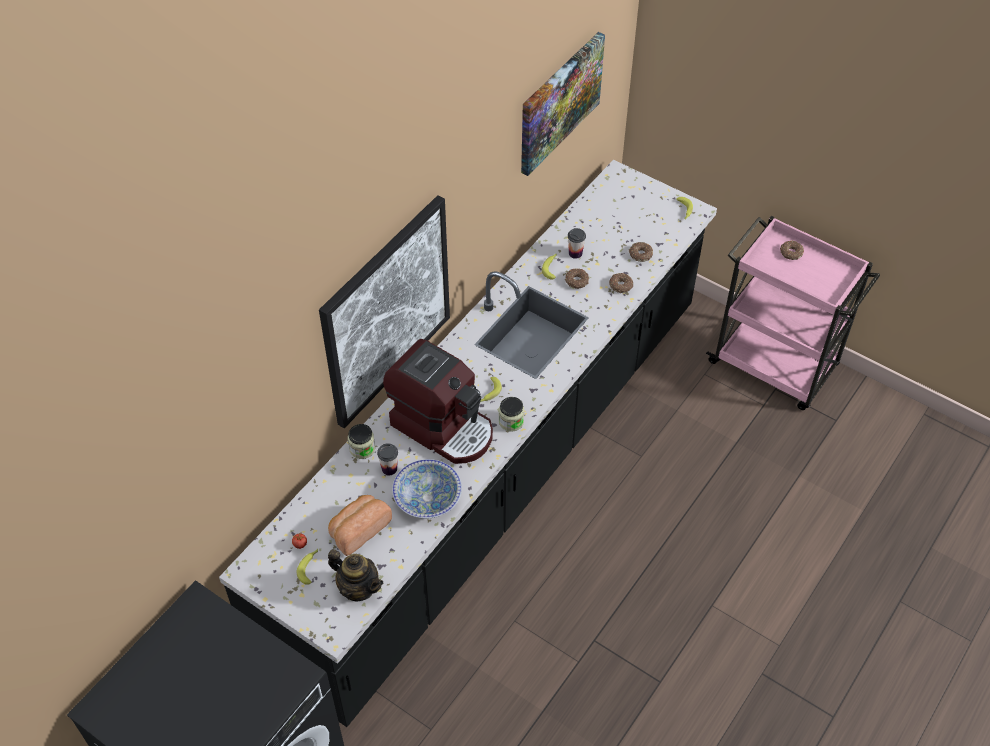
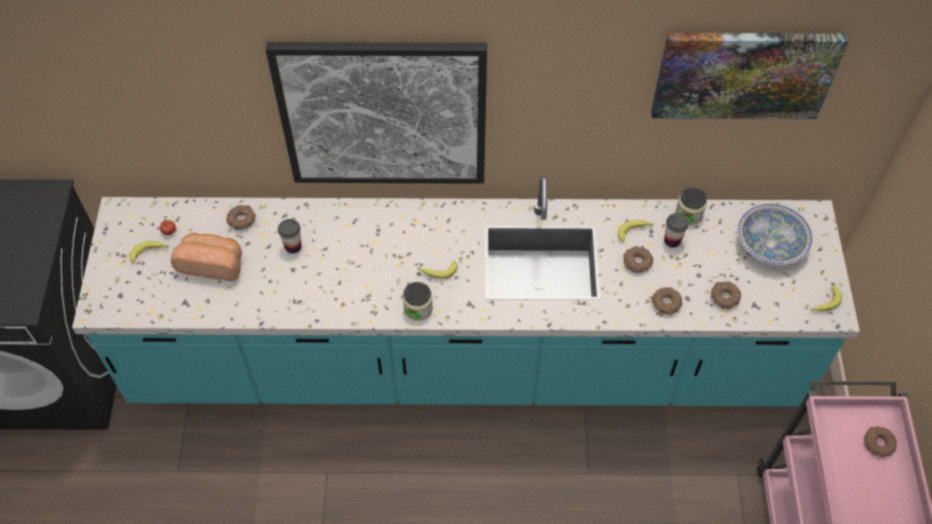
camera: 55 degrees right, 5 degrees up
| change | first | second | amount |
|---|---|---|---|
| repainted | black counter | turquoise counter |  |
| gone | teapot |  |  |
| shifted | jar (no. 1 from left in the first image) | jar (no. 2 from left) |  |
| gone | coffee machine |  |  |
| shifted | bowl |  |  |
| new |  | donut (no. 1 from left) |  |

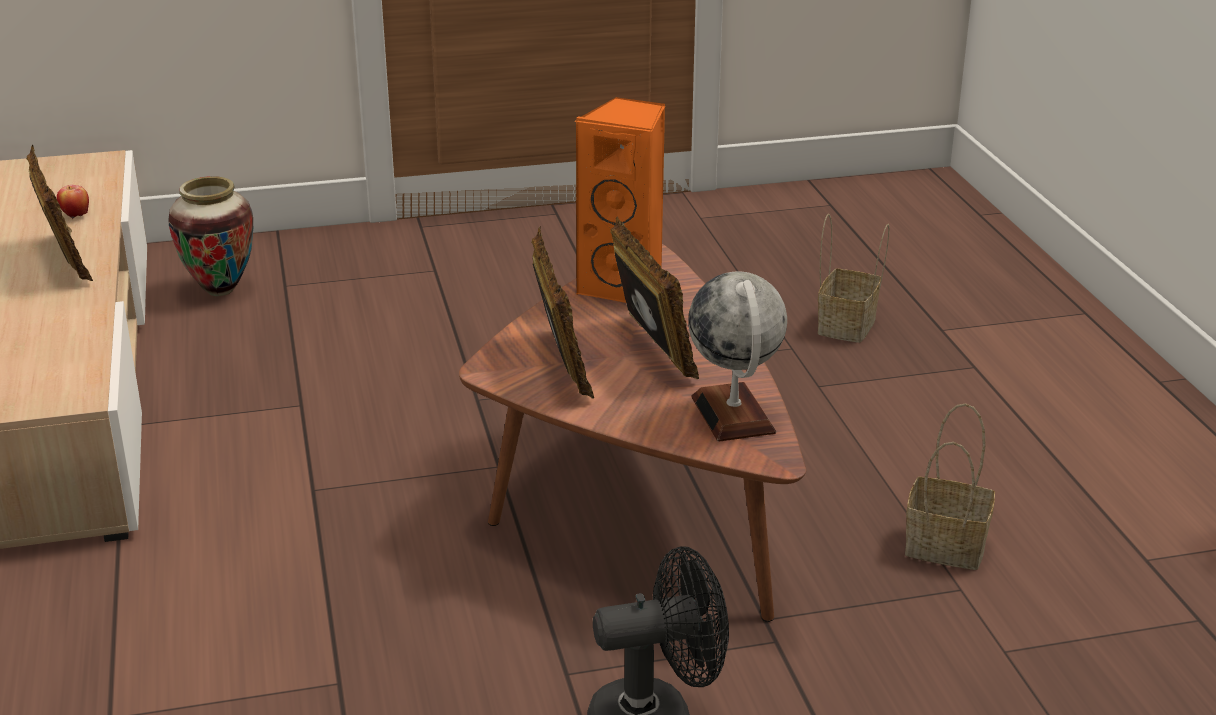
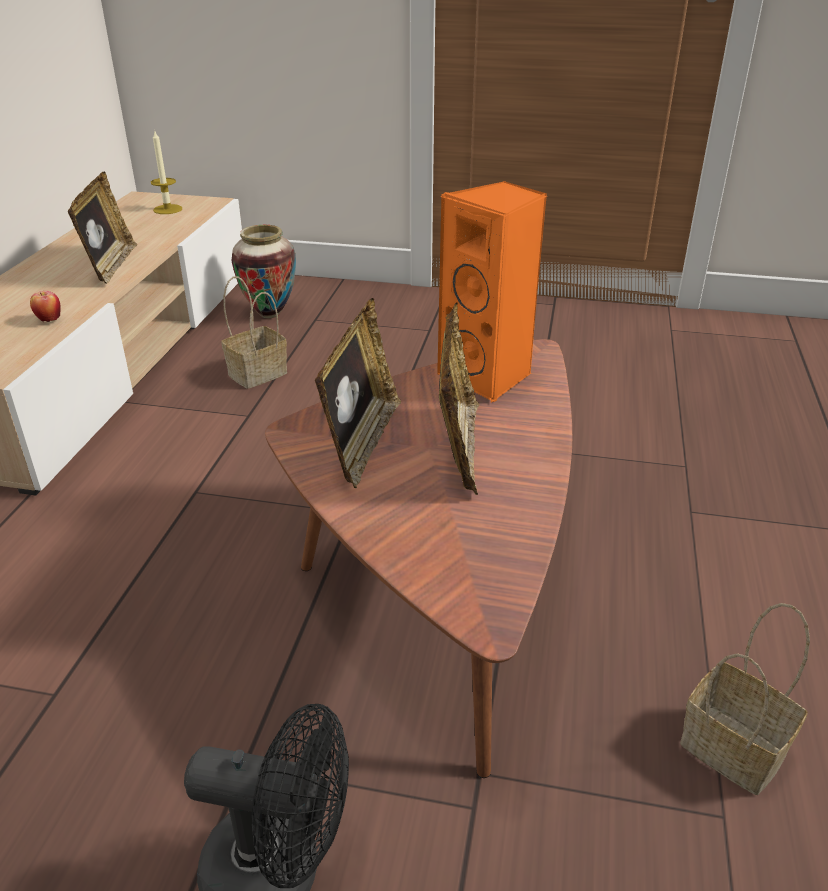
camera: 25 degrees right, 5 degrees up
| change | first | second | amount |
|---|---|---|---|
| shifted | apple |  |  |
| gone | globe |  |  |
| shifted | basket (no. 1 from left) |  |  |
| new |  | candle |  |

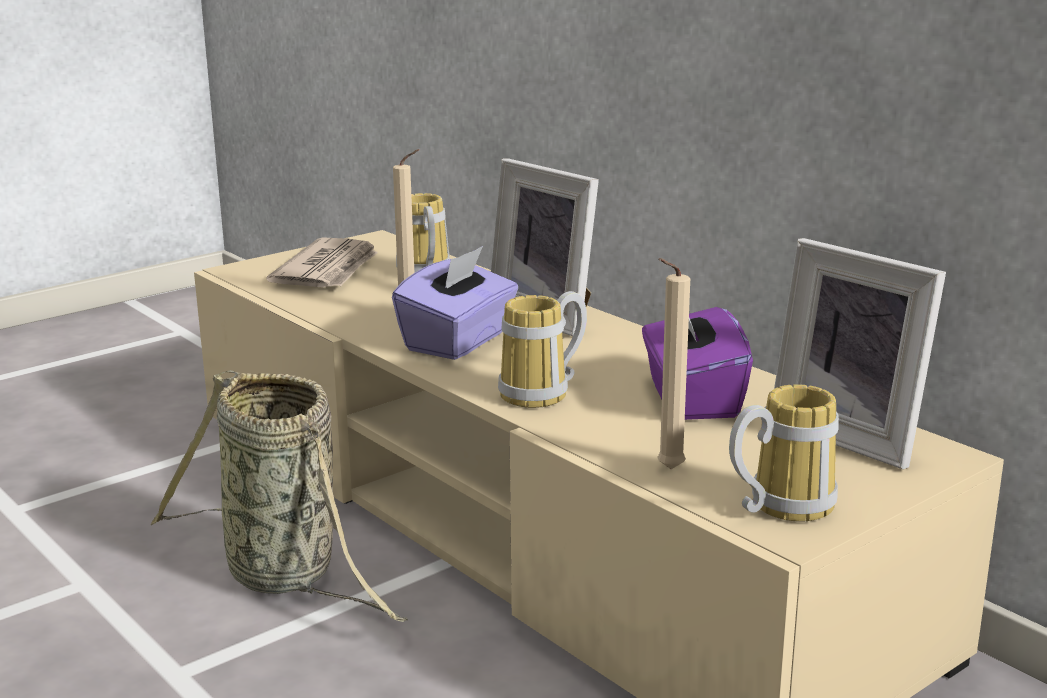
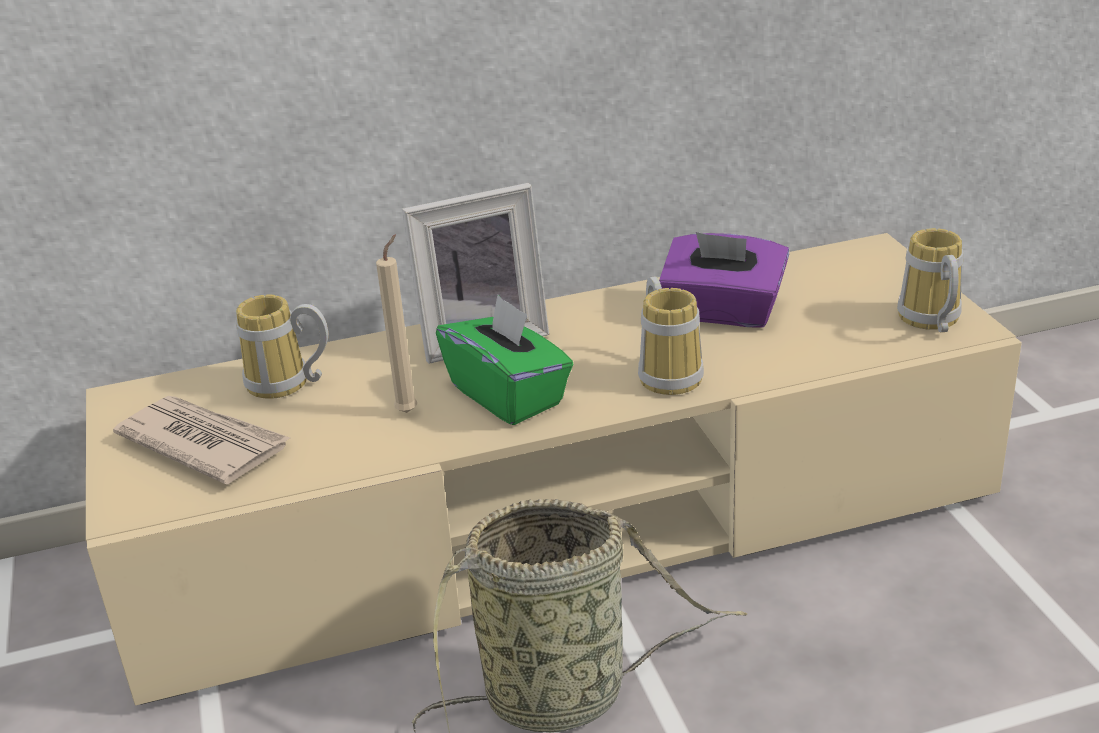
camera: 65 degrees left, 10 degrees up
| change | first | second | amount |
|---|---|---|---|
| repainted | purple tissue box (no. 1 from left) | green tissue box |  |
| gone | beige candle (no. 2 from left) |  |  |
| gone | picture frame (no. 2 from left) |  |  |

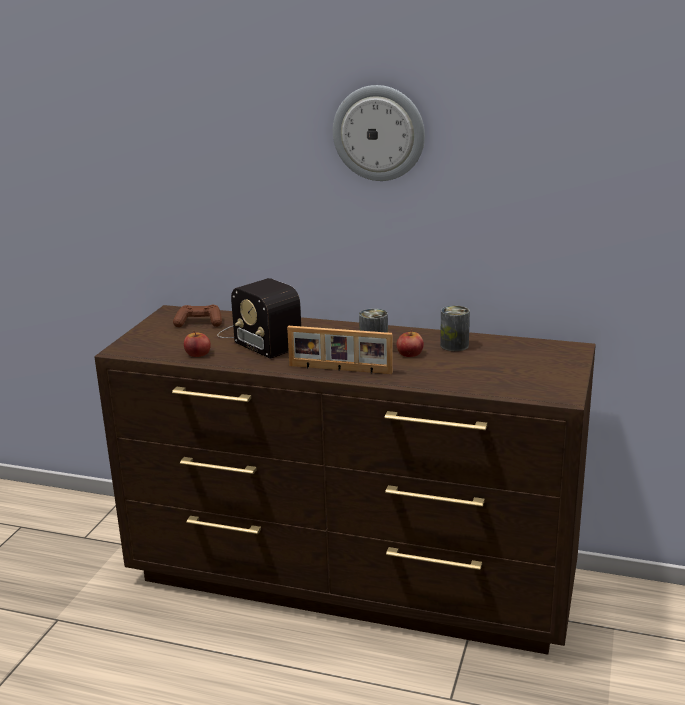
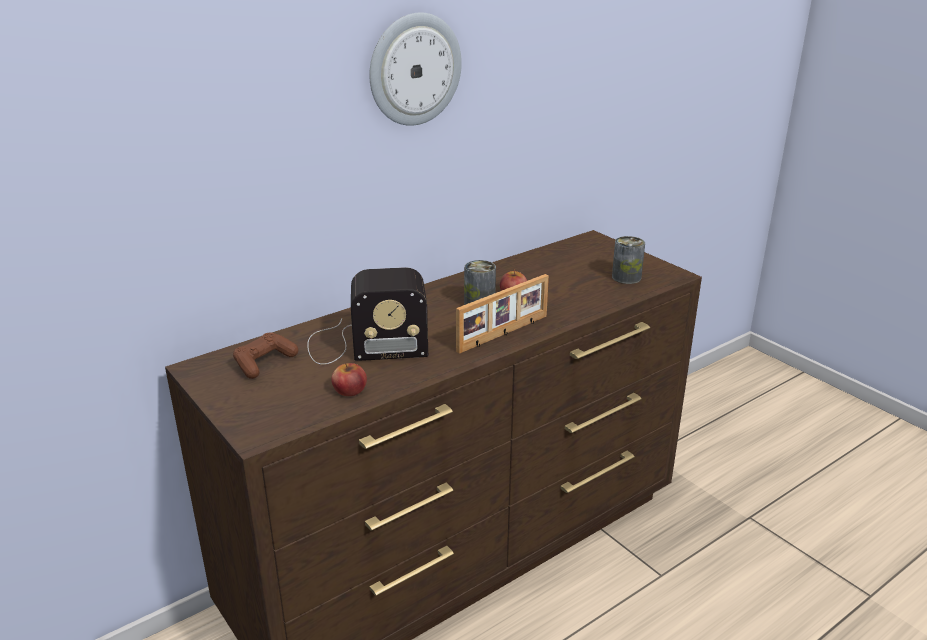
camera: 55 degrees left, 5 degrees up
| change | first | second | amount |
|---|---|---|---|
| shifted | can (no. 2 from left) |  |  |

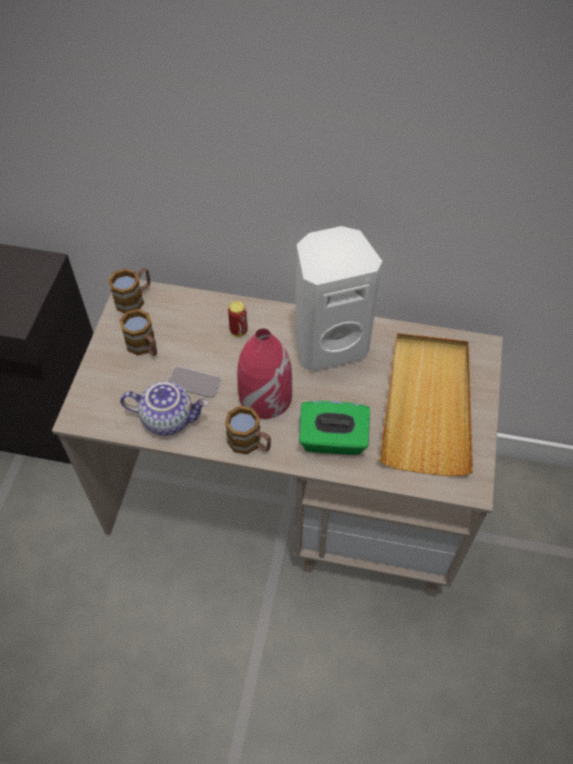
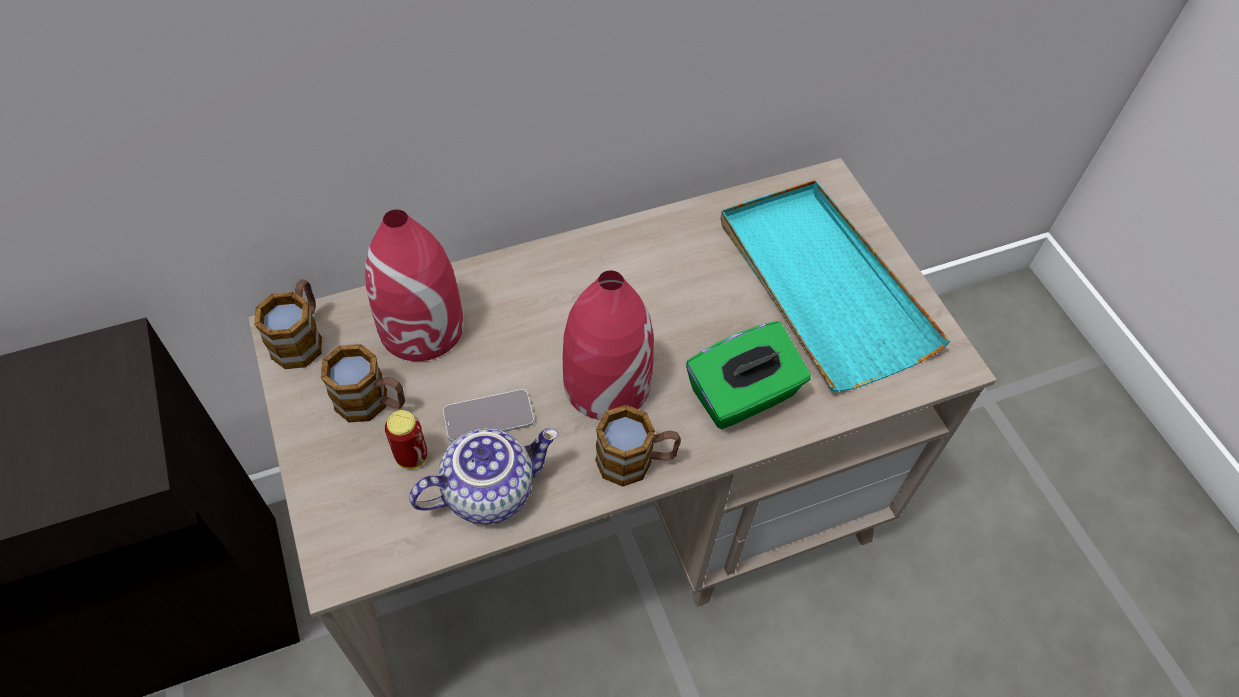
camera: 35 degrees left, 0 degrees up
| change | first | second | amount |
|---|---|---|---|
| shifted | can |  |  |
| gone | white speaker |  |  |
| repainted | beige tray | turquoise tray |  |
| new |  | red vase (no. 1 from left) |  |

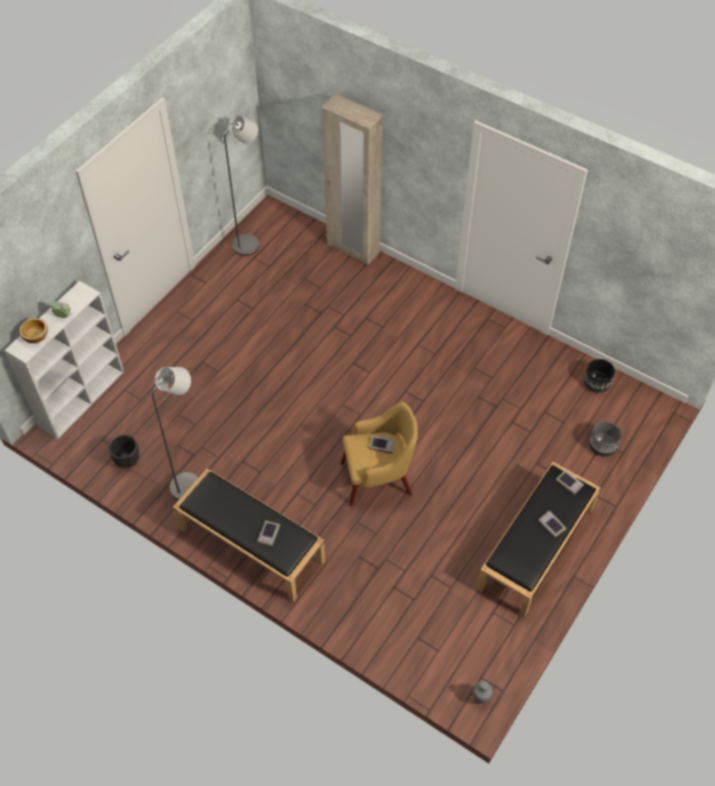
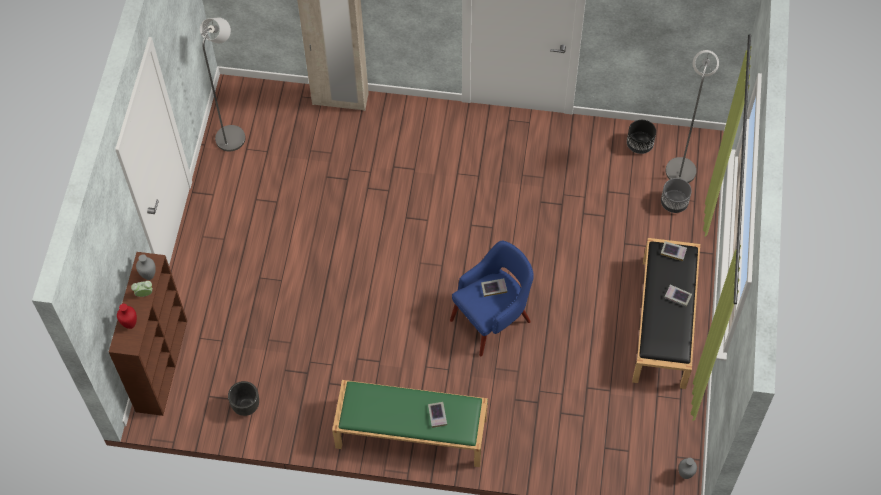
camera: 25 degrees left, 5 degrees up
| change | first | second | amount |
|---|---|---|---|
| repainted | white bookcase | brown bookcase |  |
| swapped | bowl | red vase |  |
| shifted | grey floor lamp (no. 1 from left in the first image) | grey floor lamp (no. 2 from left) |  |
| repainted | black bench (no. 1 from left) | green bench |  |
| repainted | yellow armchair | blue armchair |  |
| new |  | grey vase (no. 1 from left) |  |

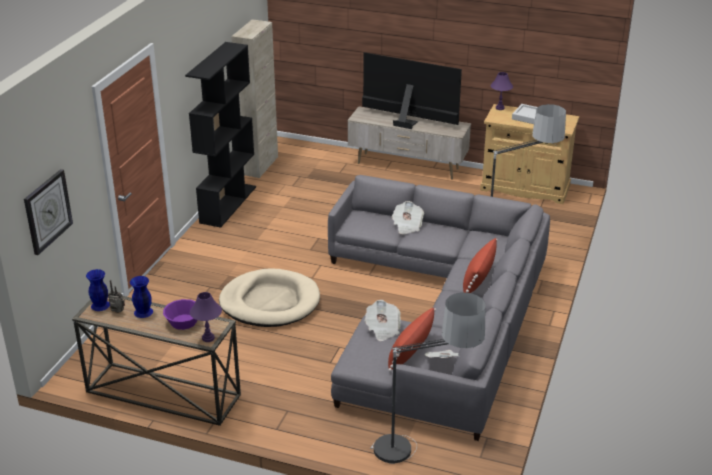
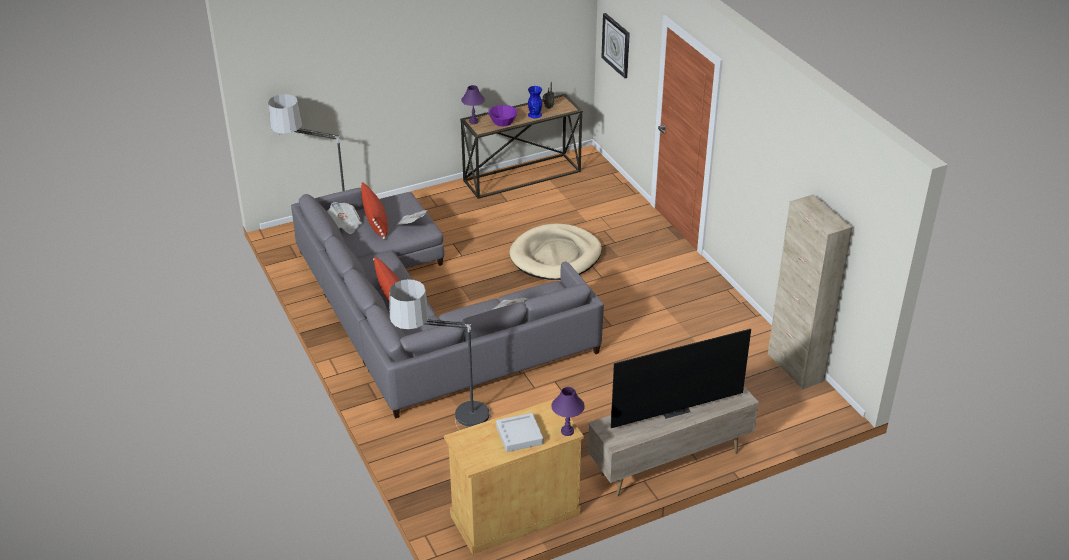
camera: 135 degrees right, 5 degrees up
| change | first | second | amount |
|---|---|---|---|
| gone | blue vase (no. 1 from left) |  |  |
| gone | black bookcase |  |  |

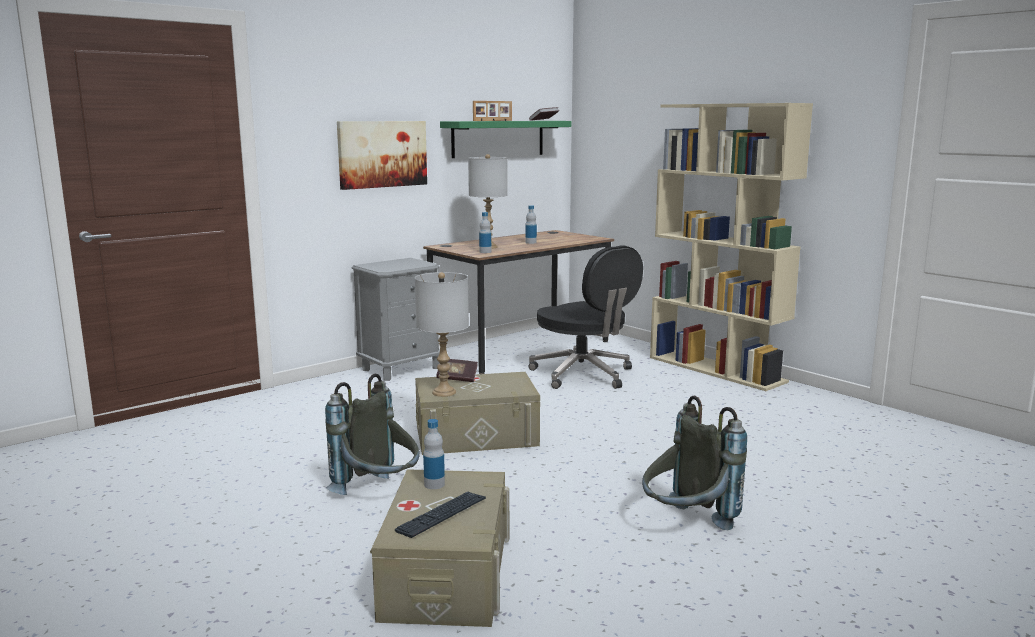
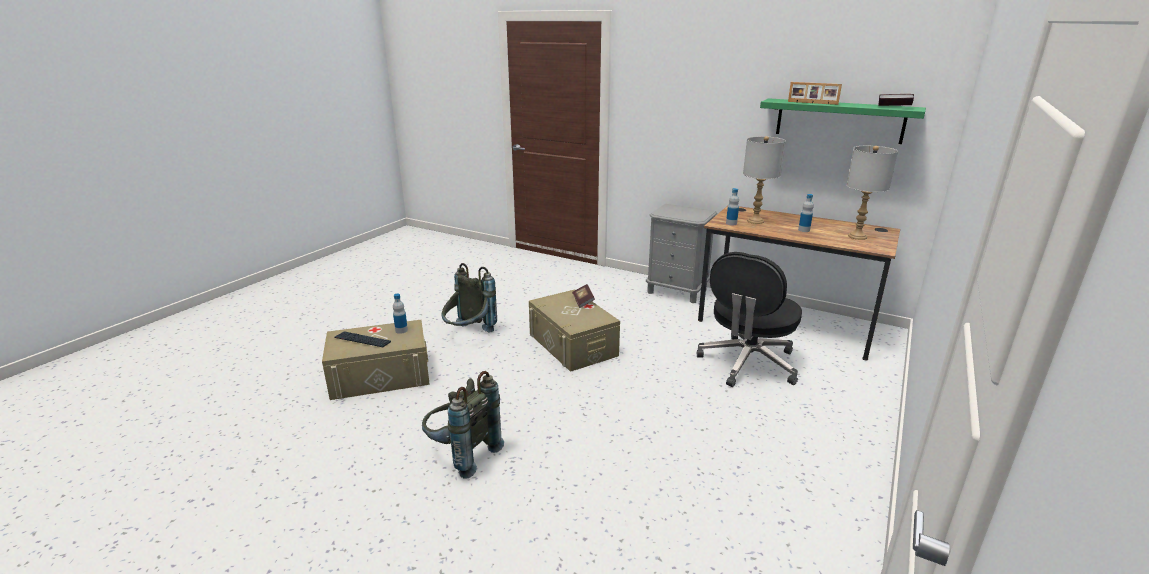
camera: 70 degrees right, 10 degrees up
| change | first | second | amount |
|---|---|---|---|
| gone | picture |  |  |
| shifted | grey table lamp (no. 1 from left in the first image) | grey table lamp (no. 2 from left) |  |
| gone | beige bookcase |  |  |

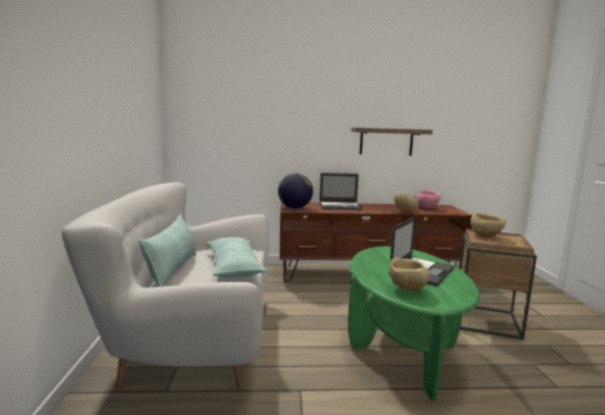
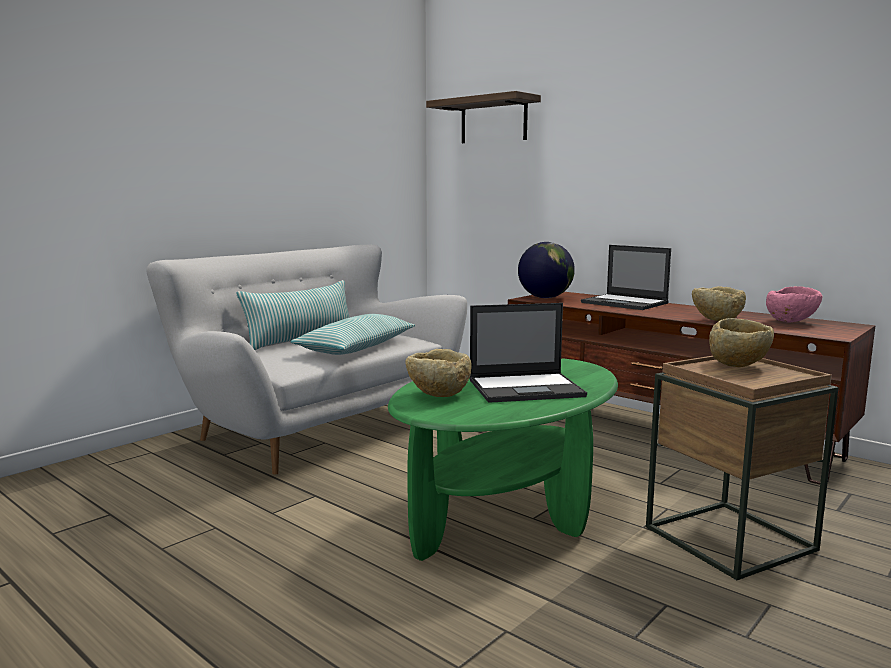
camera: 45 degrees right, 0 degrees up
| change | first | second | amount |
|---|---|---|---|
| shifted | shelf |  |  |

